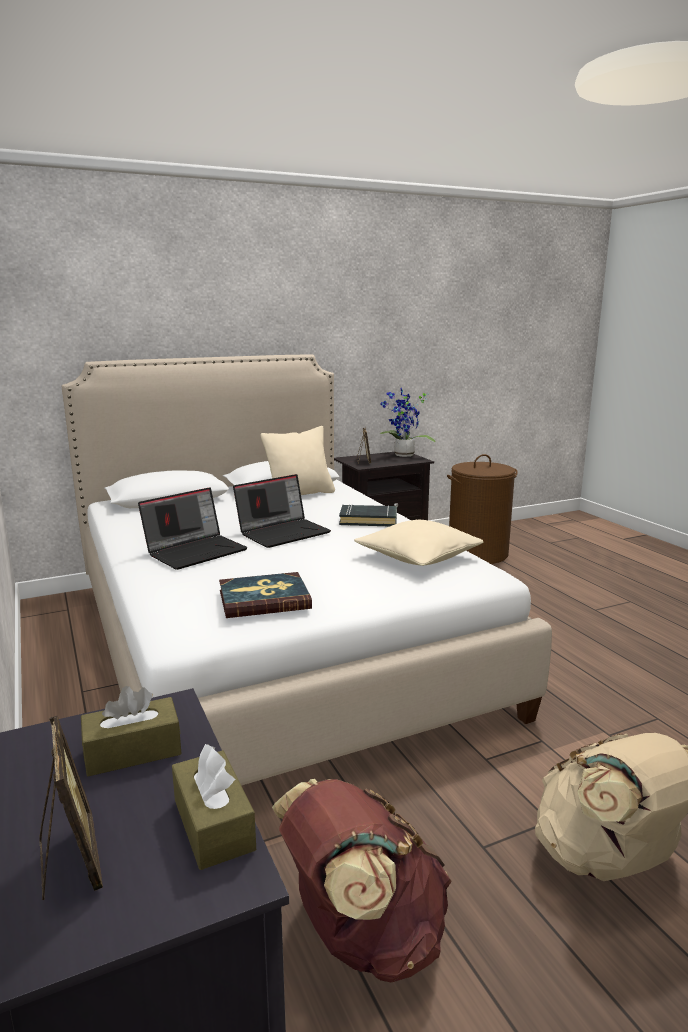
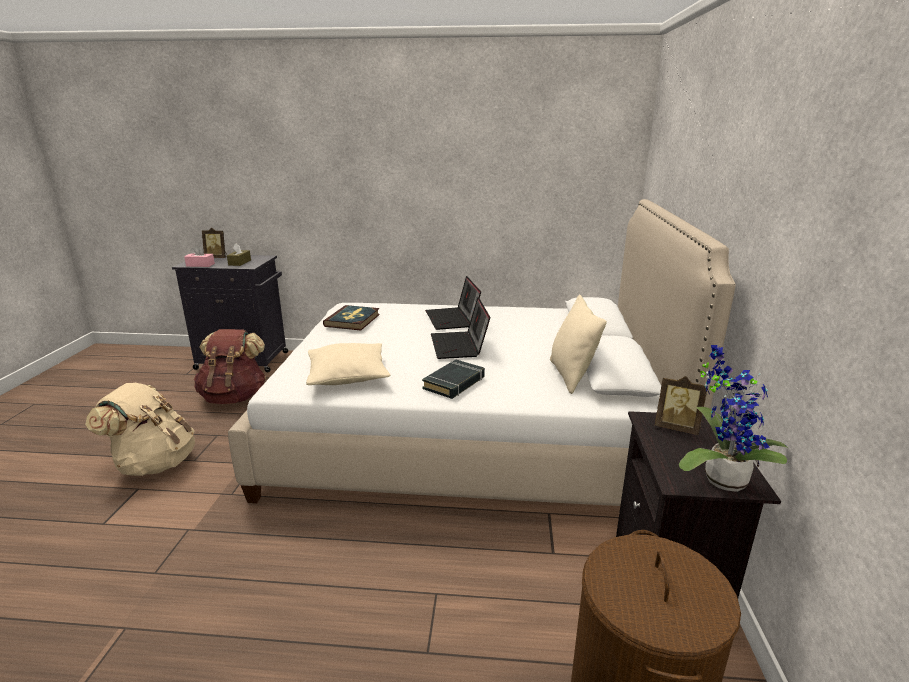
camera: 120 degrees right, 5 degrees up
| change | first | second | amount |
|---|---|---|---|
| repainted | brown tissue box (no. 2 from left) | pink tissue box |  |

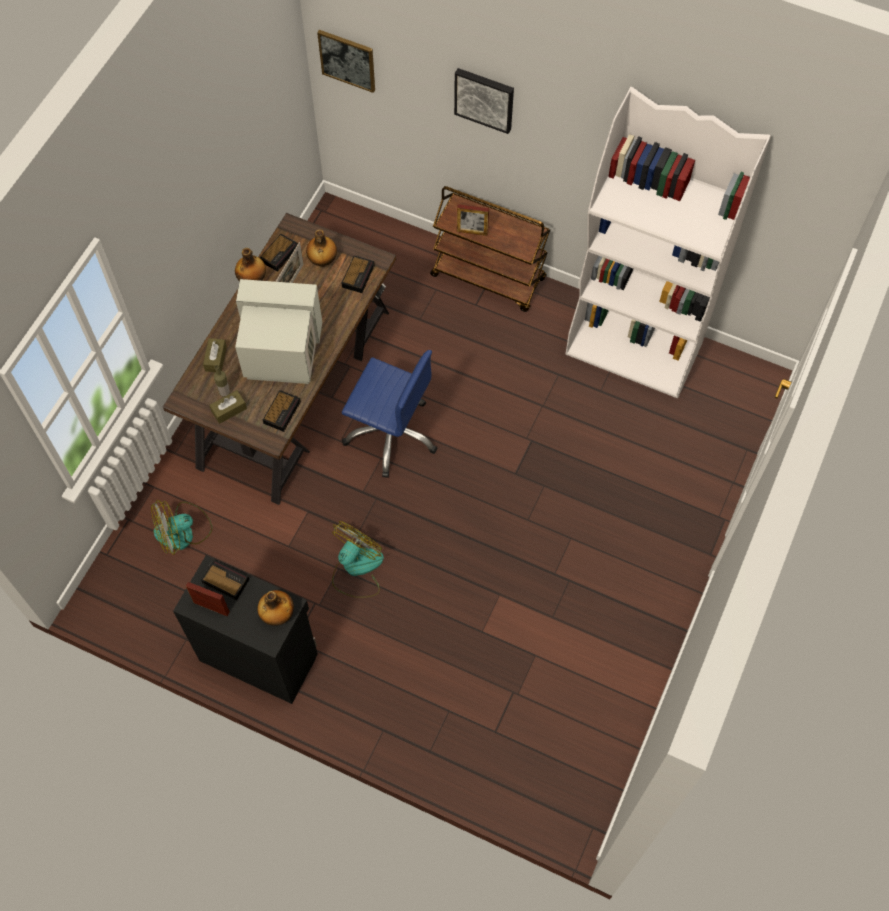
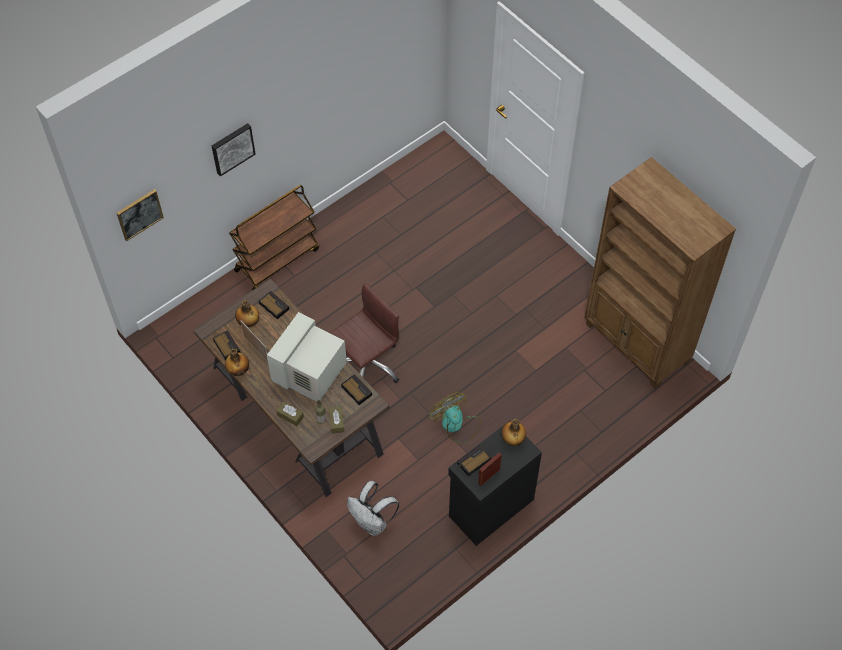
camera: 65 degrees left, 5 degrees down
| change | first | second | amount |
|---|---|---|---|
| swapped | fan (no. 1 from left) | white backpack |  |
| repainted | blue office chair | brown office chair |  |
| gone | picture frame (no. 3 from left) |  |  |
| gone | white bookcase |  |  |
| new |  | brown bookcase |  |

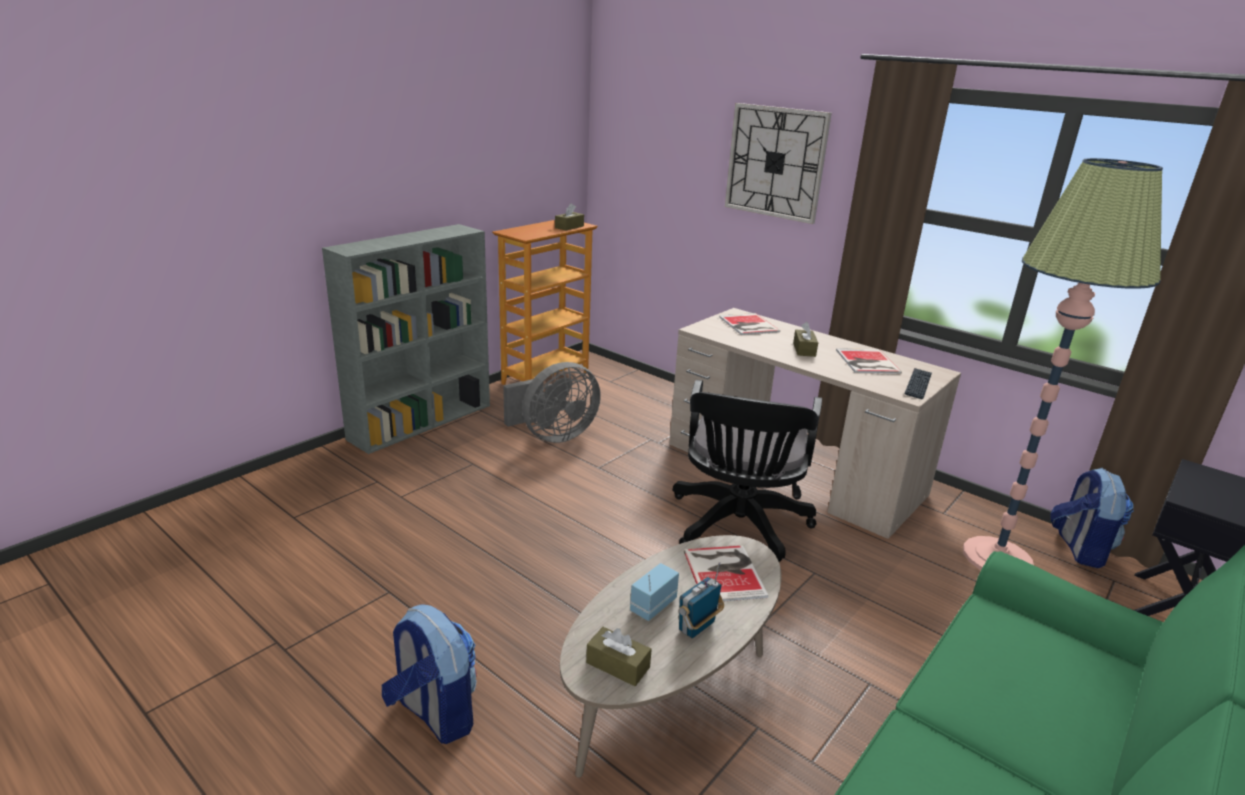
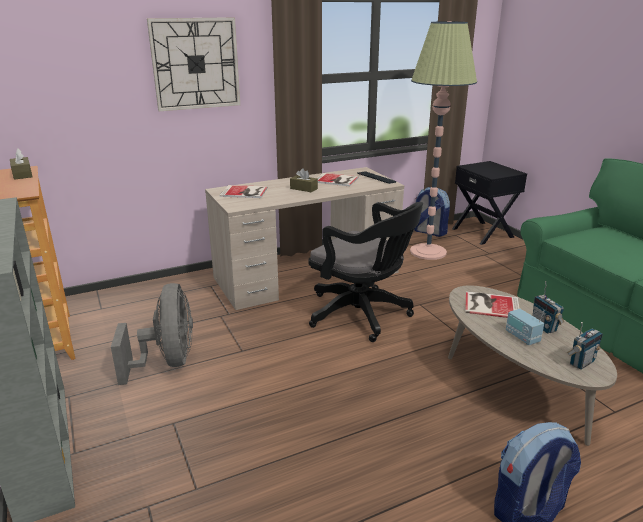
camera: 65 degrees left, 0 degrees up
| change | first | second | amount |
|---|---|---|---|
| swapped | brown tissue box (no. 2 from left) | radio (no. 3 from left) |  |

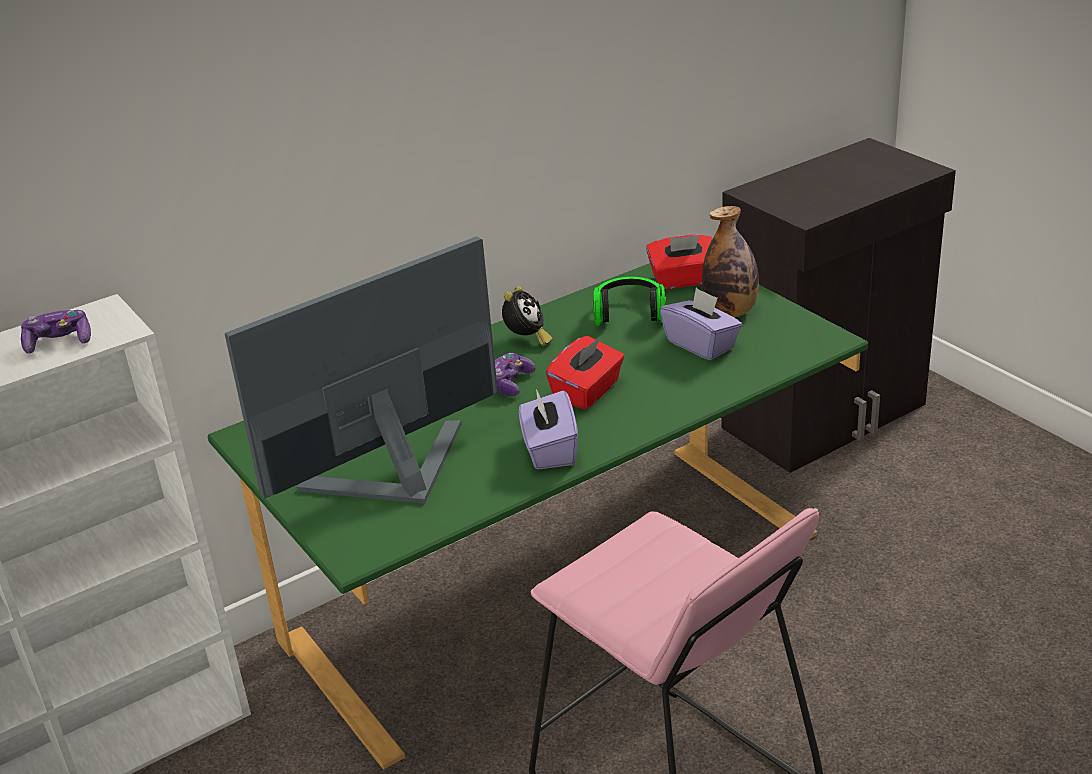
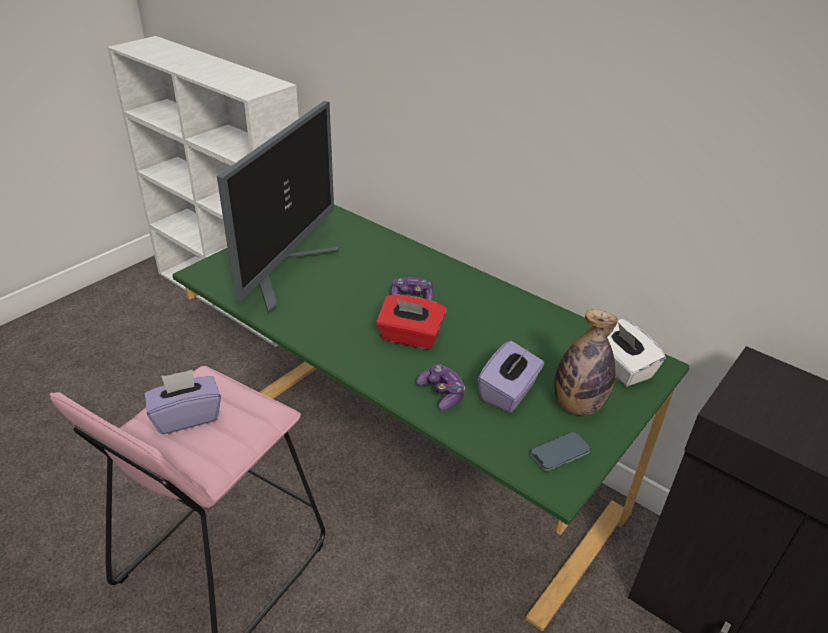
camera: 70 degrees right, 5 degrees up
| change | first | second | amount |
|---|---|---|---|
| shifted | game controller (no. 1 from left in the first image) | game controller (no. 2 from left) |  |
| rotated | monitor |  | 75 degrees clockwise |
| gone | alarm clock |  |  |
| shifted | purple tissue box (no. 1 from left) |  |  |
| gone | headphones |  |  |
| repainted | red tissue box (no. 2 from left) | white tissue box |  |
| new |  | phone |  |

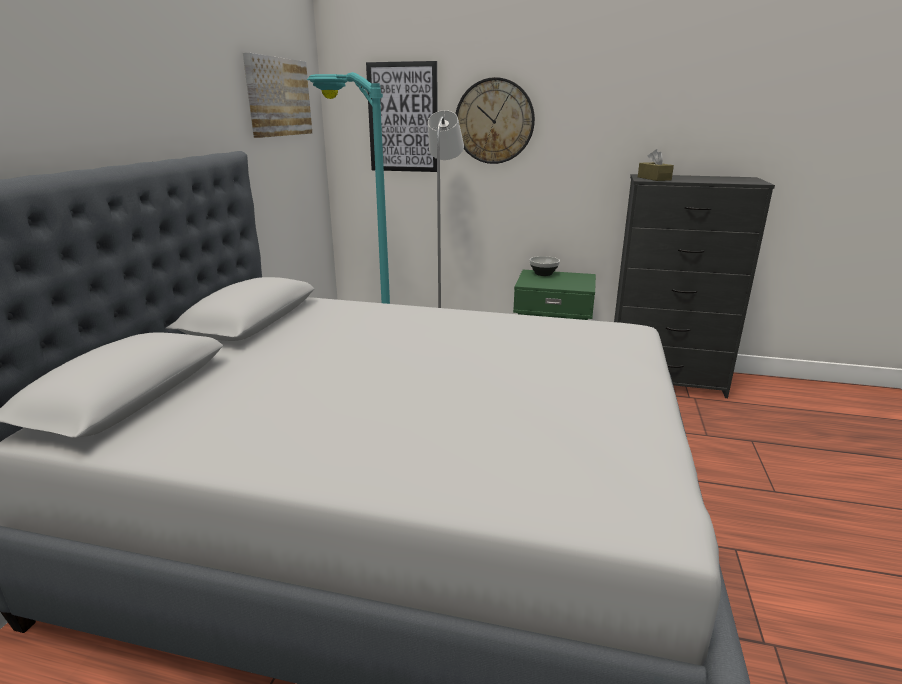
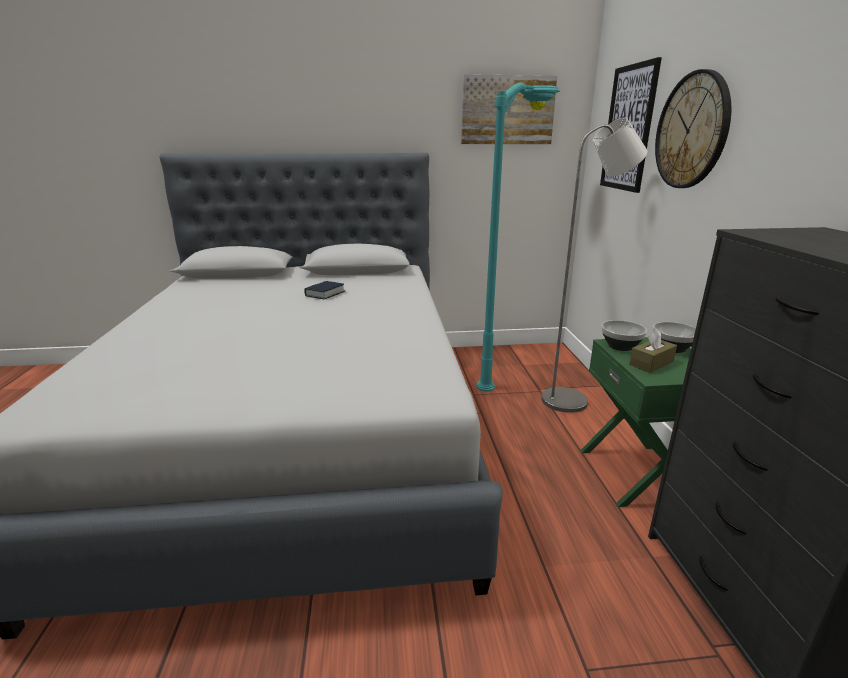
camera: 70 degrees right, 0 degrees up
| change | first | second | amount |
|---|---|---|---|
| shifted | brown tissue box |  |  |
| new |  | book |  |
| new |  | bowl (no. 1 from left) |  |

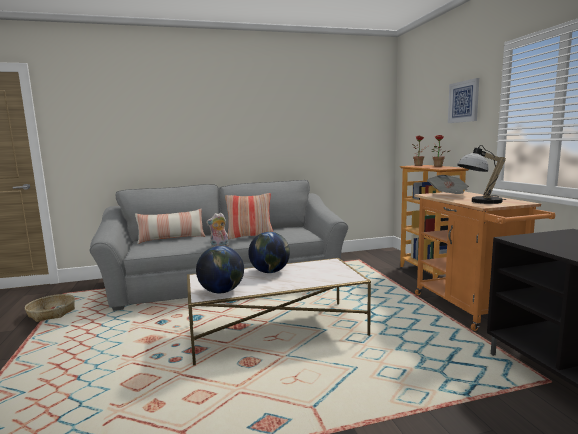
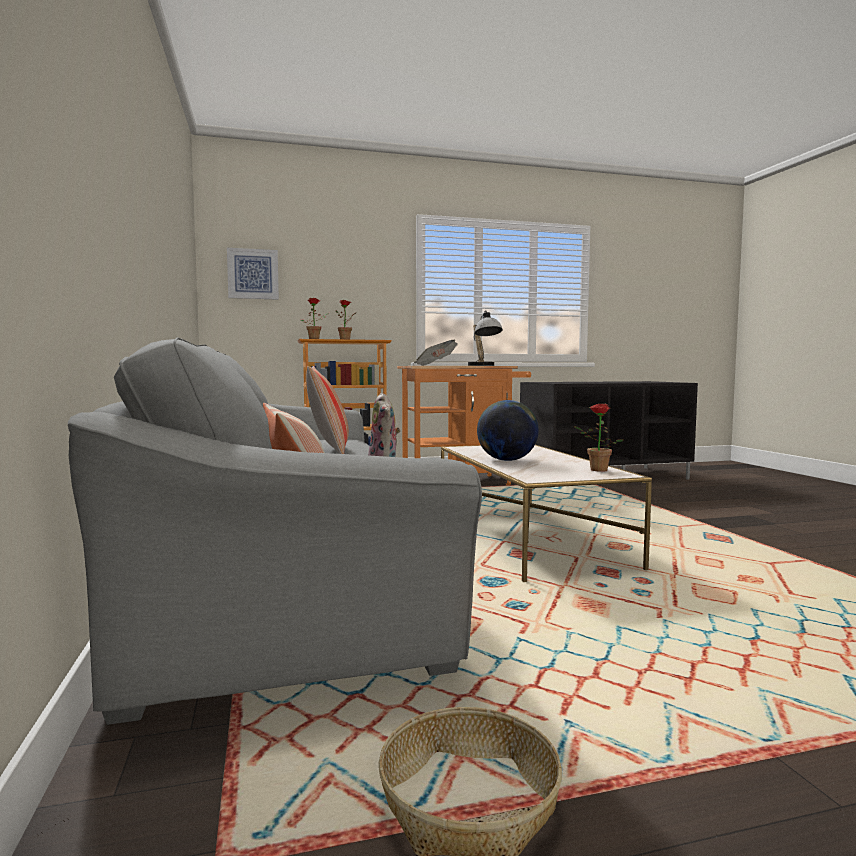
camera: 90 degrees left, 5 degrees down
| change | first | second | amount |
|---|---|---|---|
| swapped | globe (no. 1 from left) | potted plant (no. 3 from left) |  |
| shifted | picture |  |  |

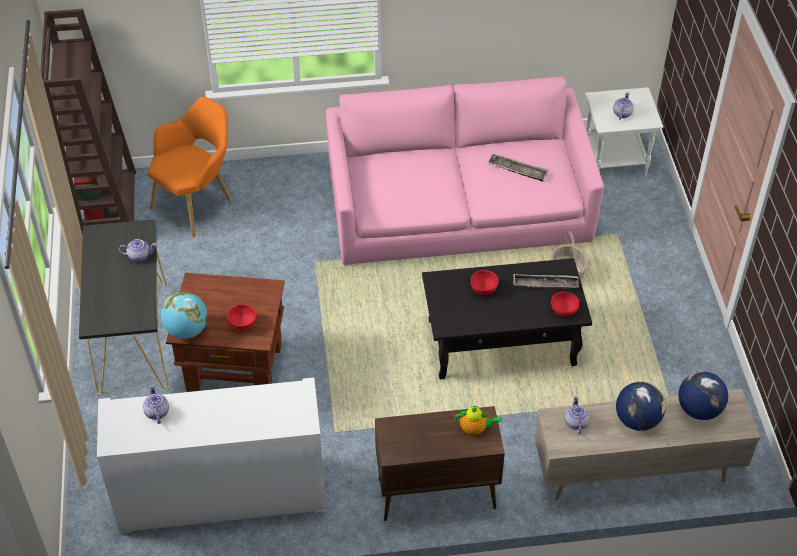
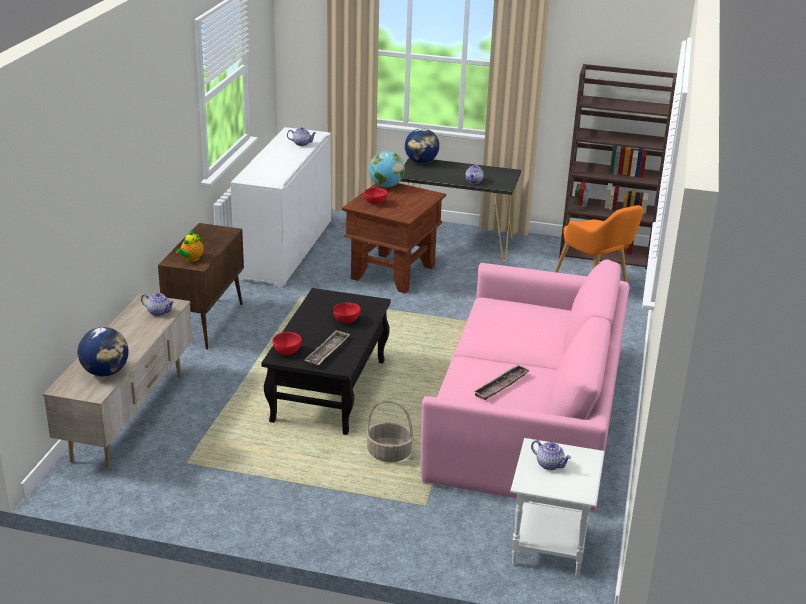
camera: 110 degrees right, 20 degrees down
| change | first | second | amount |
|---|---|---|---|
| shifted | globe (no. 2 from left in the first image) | globe (no. 3 from left) |  |

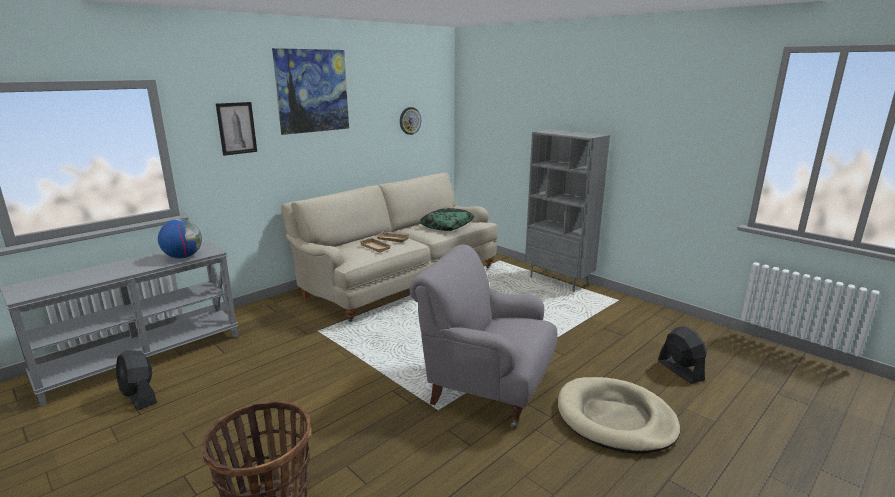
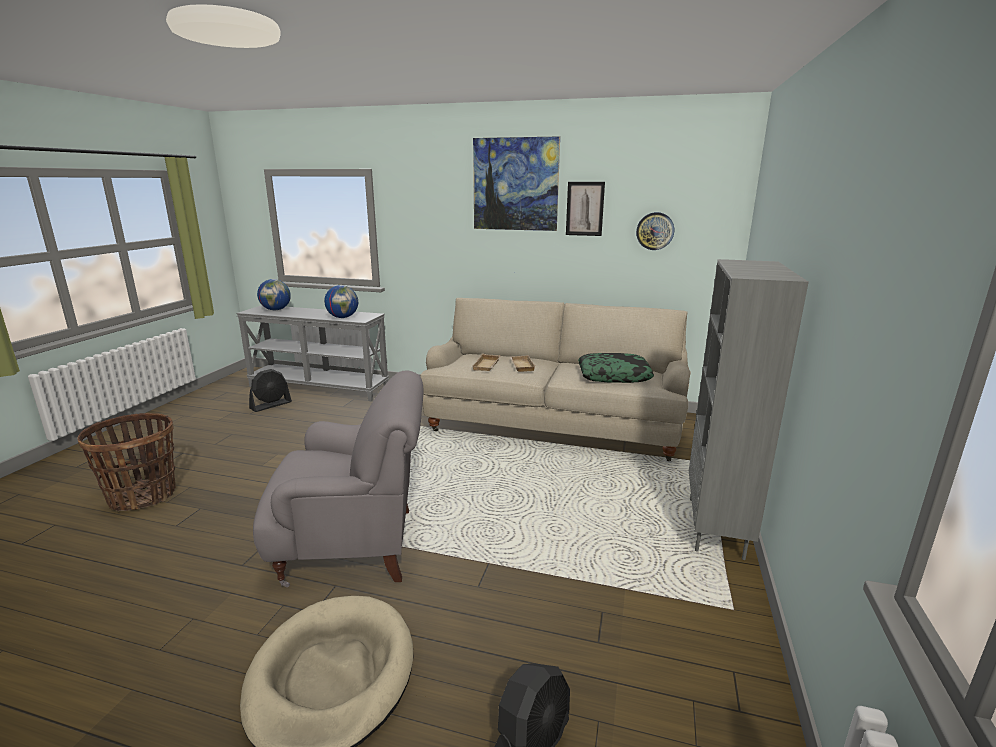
camera: 60 degrees right, 0 degrees up
| change | first | second | amount |
|---|---|---|---|
| rotated | black fan (no. 1 from left) |  | 150 degrees counterclockwise |
| shifted | picture (no. 1 from left in the first image) | picture (no. 2 from left) |  |
| rotated | grey armchair |  | 90 degrees clockwise |
| new |  | globe (no. 1 from left) |  |

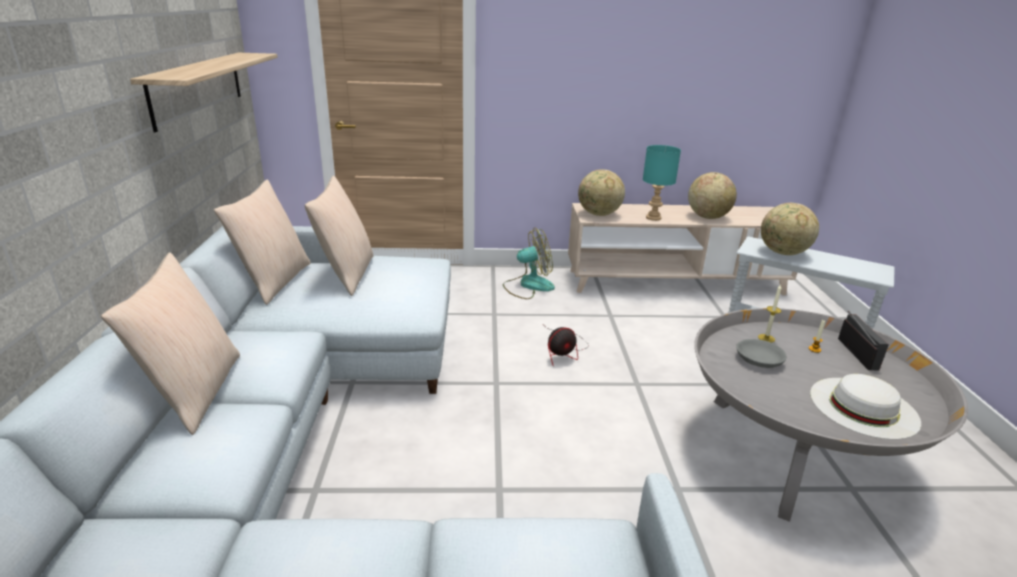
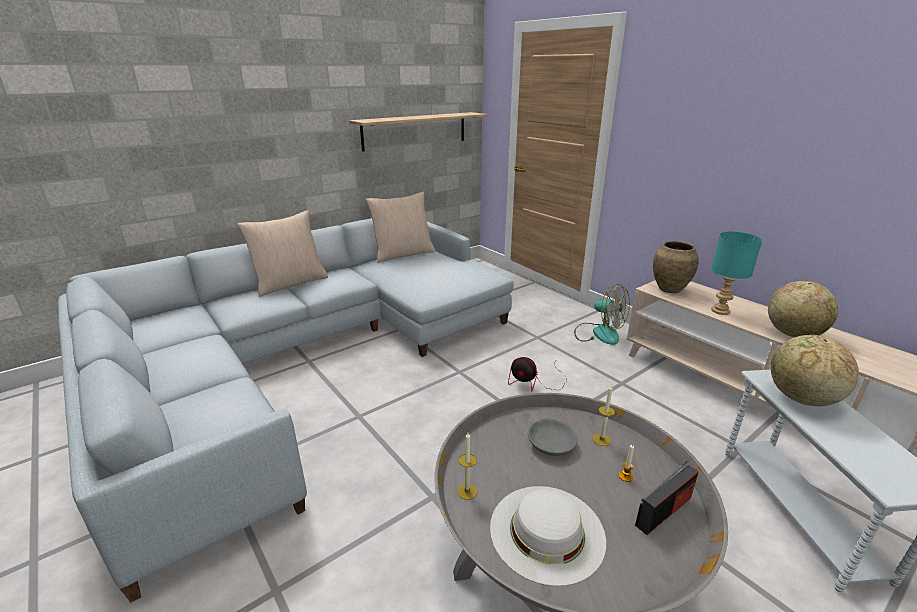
camera: 55 degrees right, 0 degrees up
| change | first | second | amount |
|---|---|---|---|
| gone | beige pillow (no. 3 from left) |  |  |
| swapped | globe (no. 1 from left) | brown vase |  |
| new |  | candle (no. 1 from left) |  |

